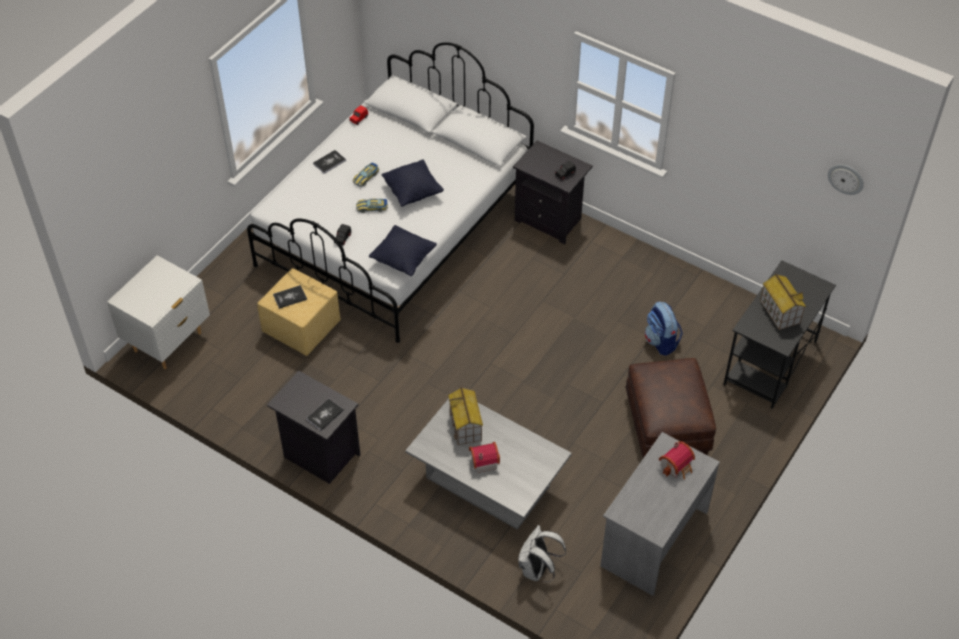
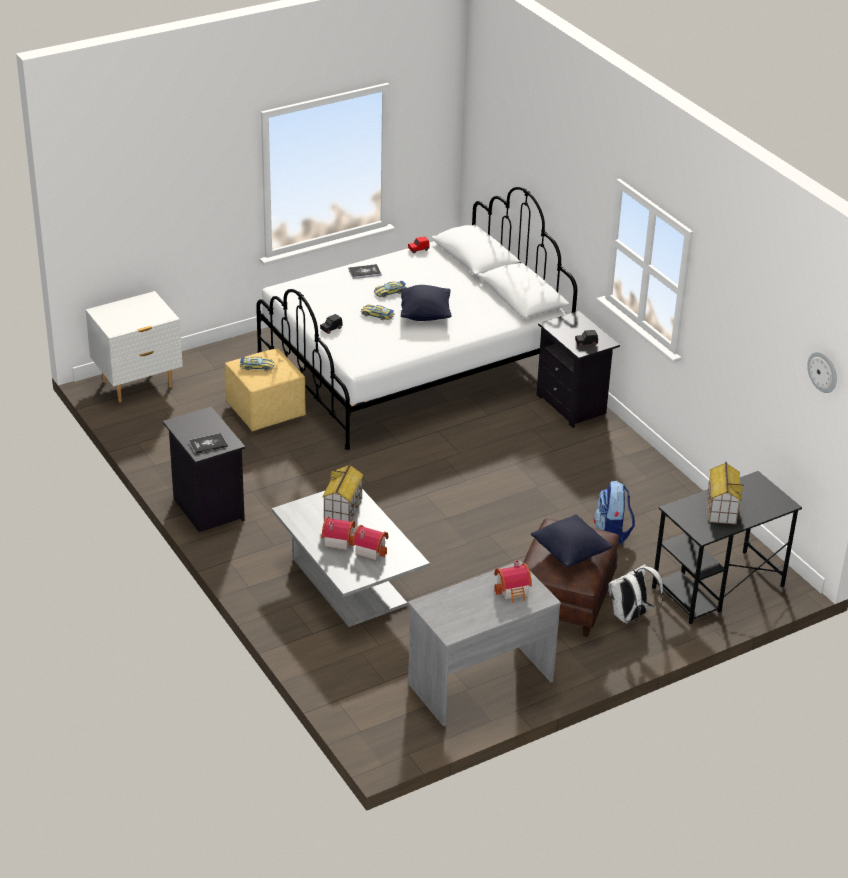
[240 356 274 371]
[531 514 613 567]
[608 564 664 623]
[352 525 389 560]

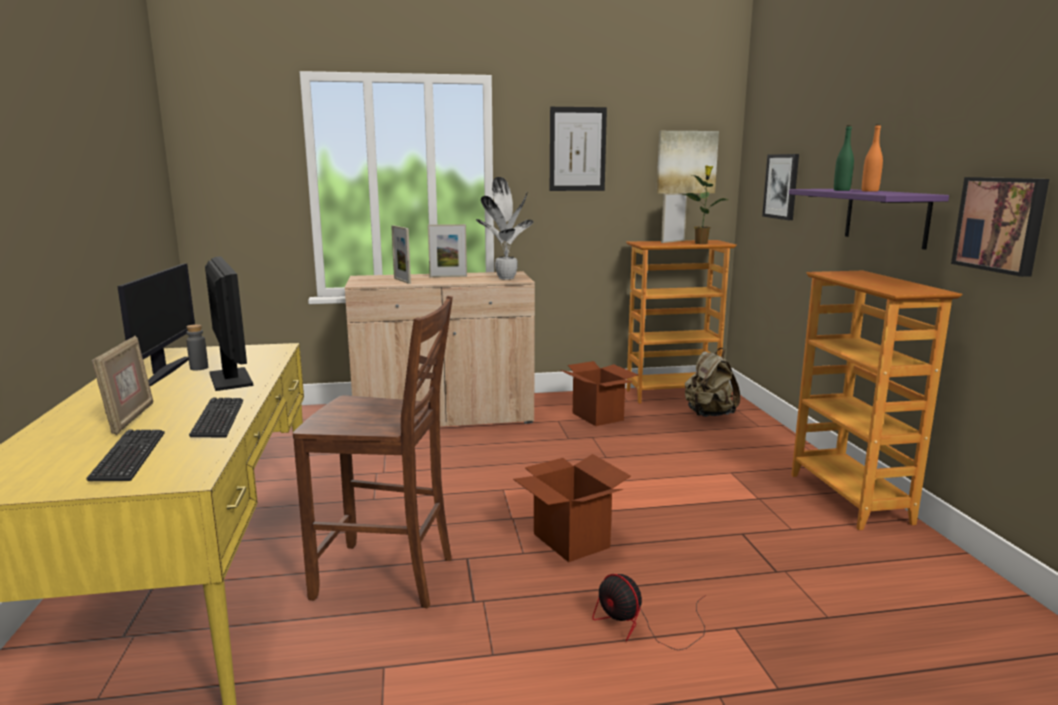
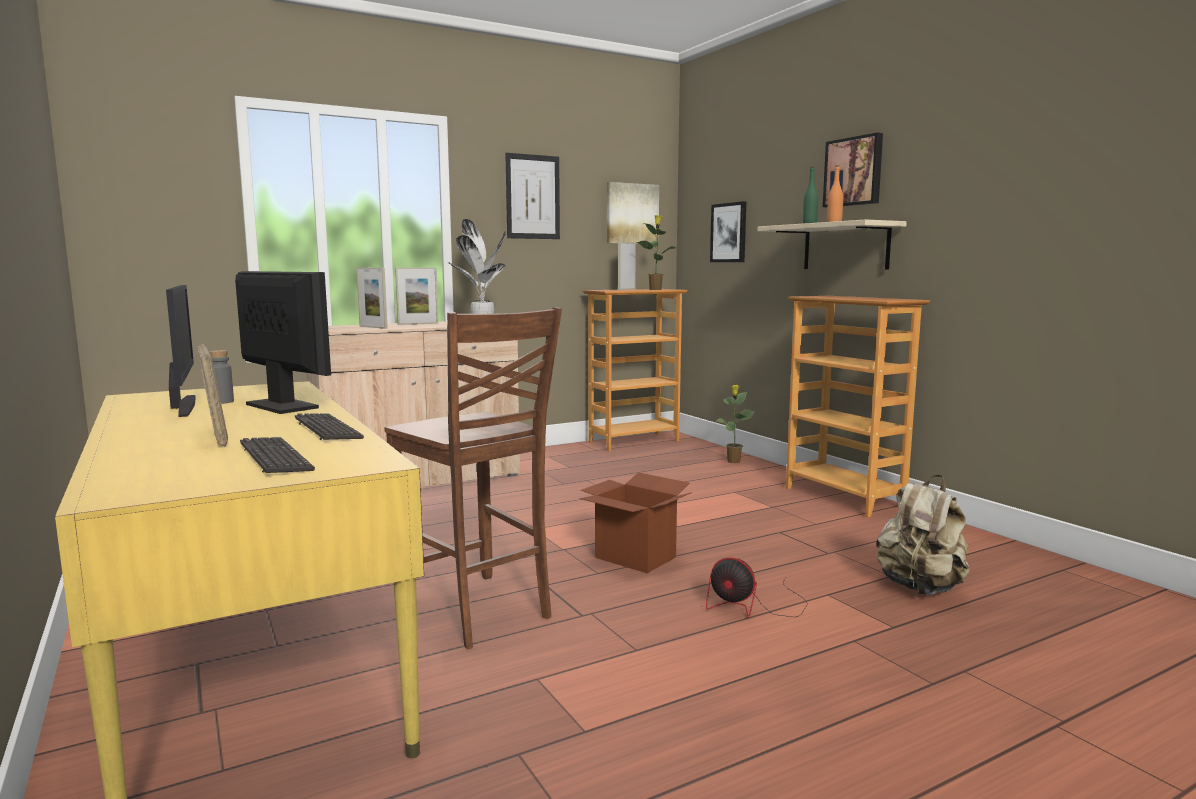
[384 307 562 649]
[561 361 638 426] (first image)
[876 475 970 595]
[757 219 907 270]
[823 133 883 208]
[715 385 754 463]

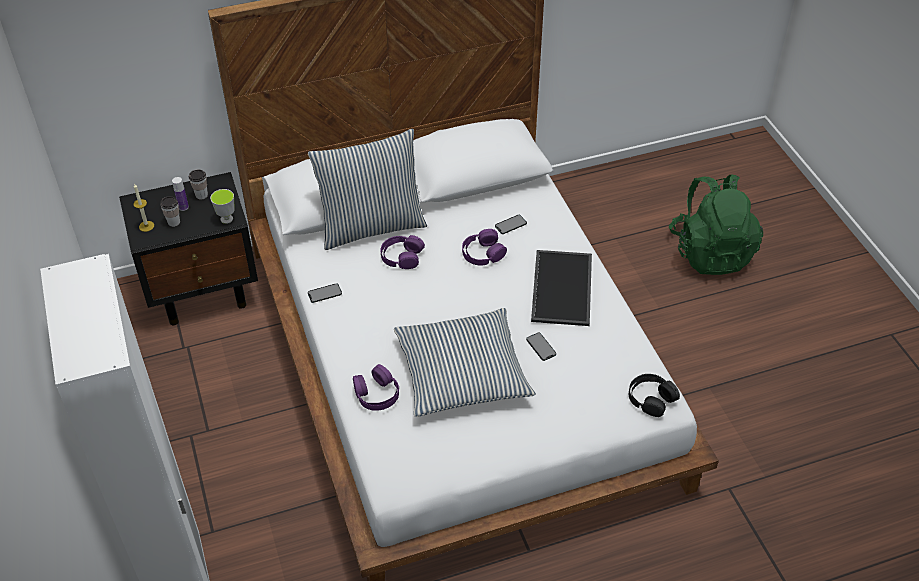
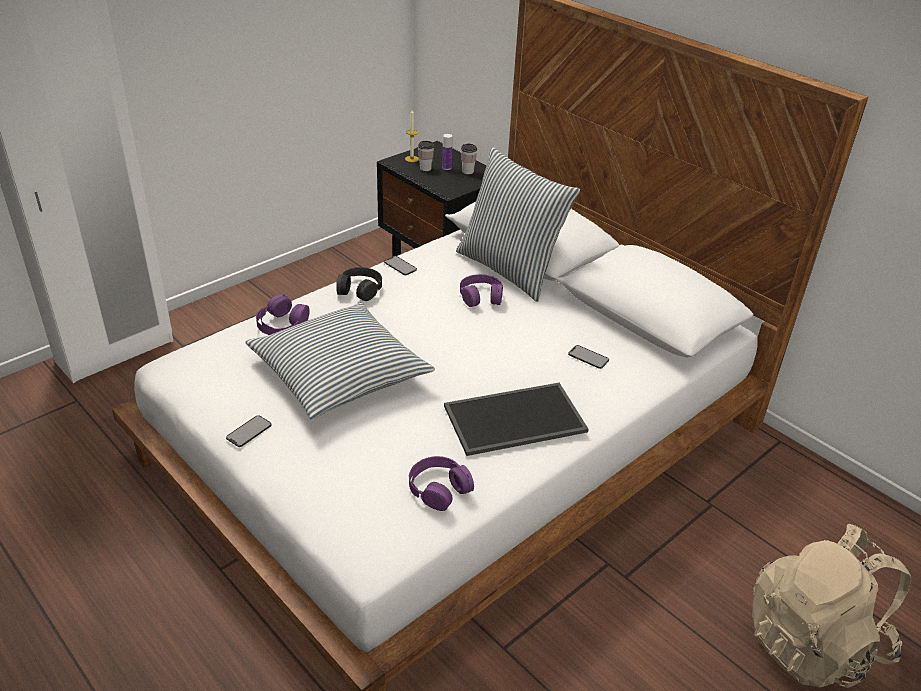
[210 189 235 224] (first image)
[409 456 474 511]
[226 415 272 447]
[336 267 382 301]
[752 524 912 688]

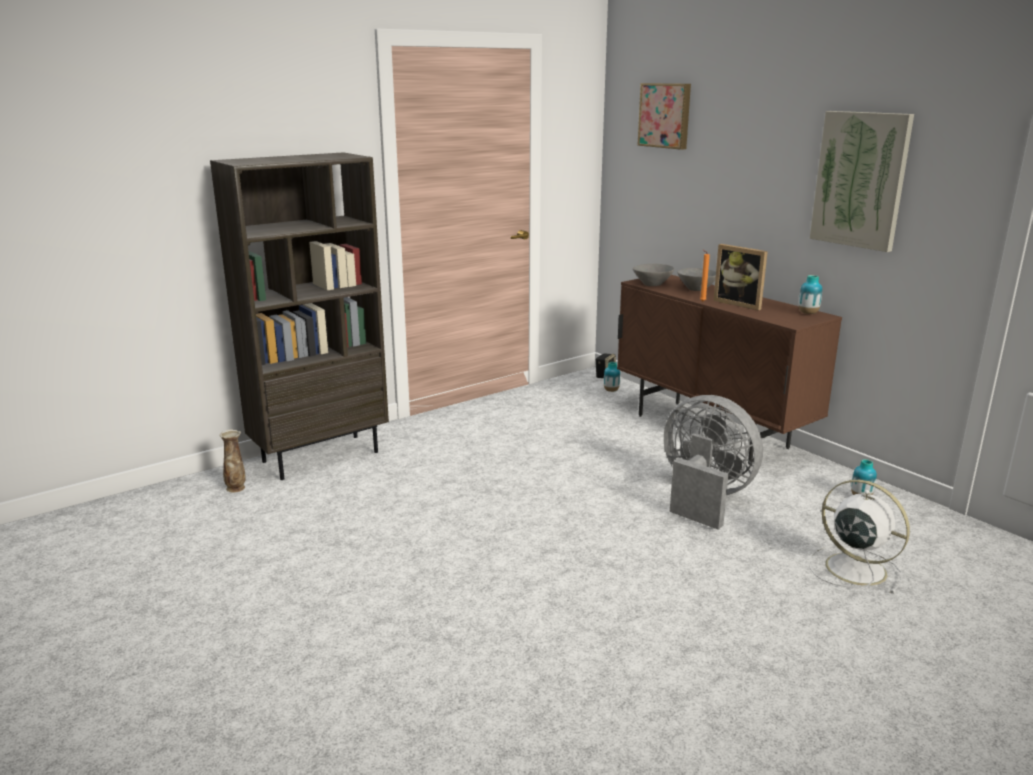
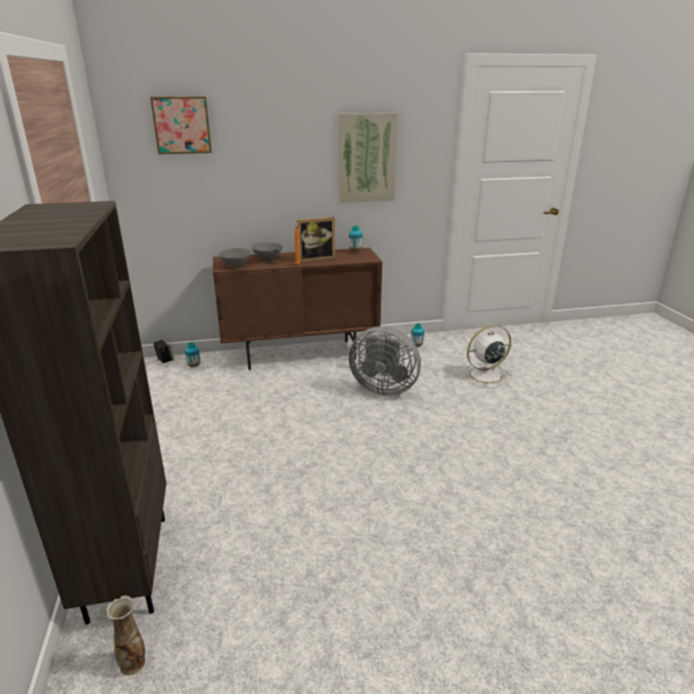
[349 326 421 396]

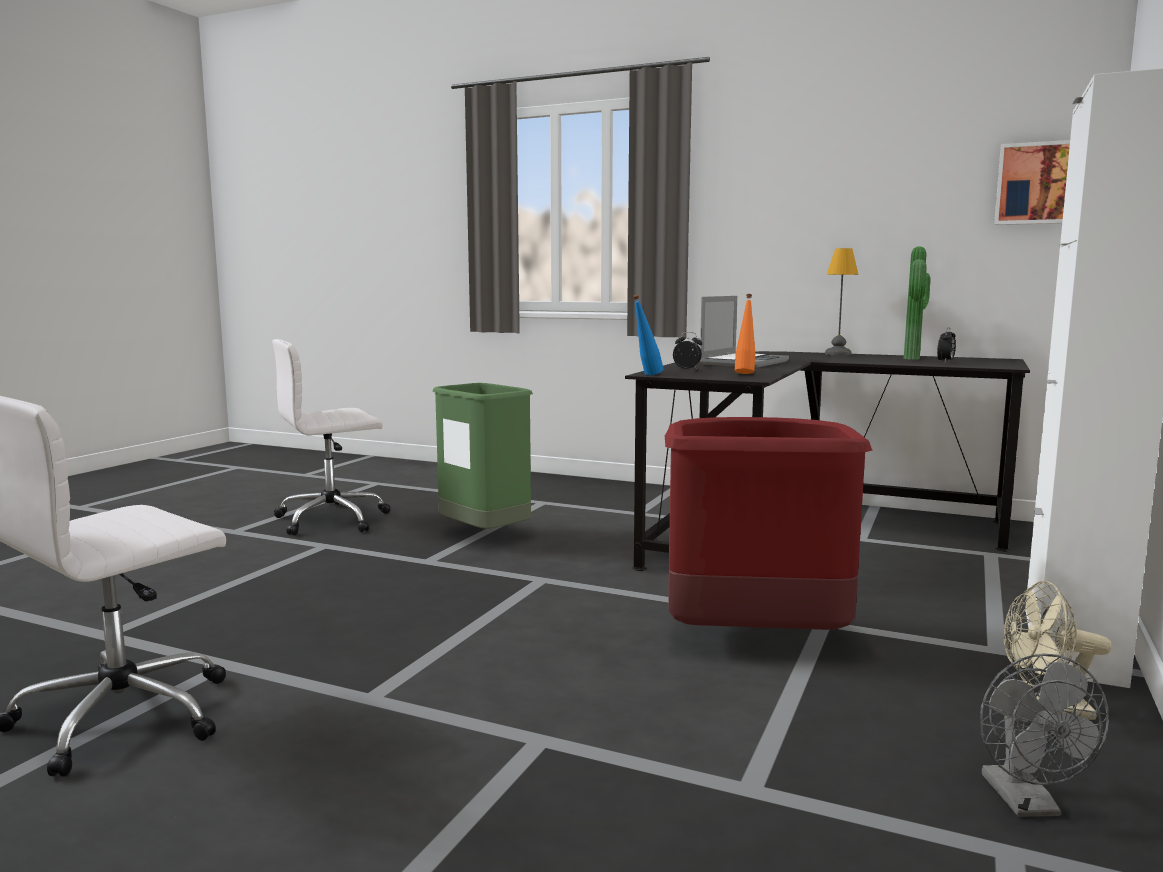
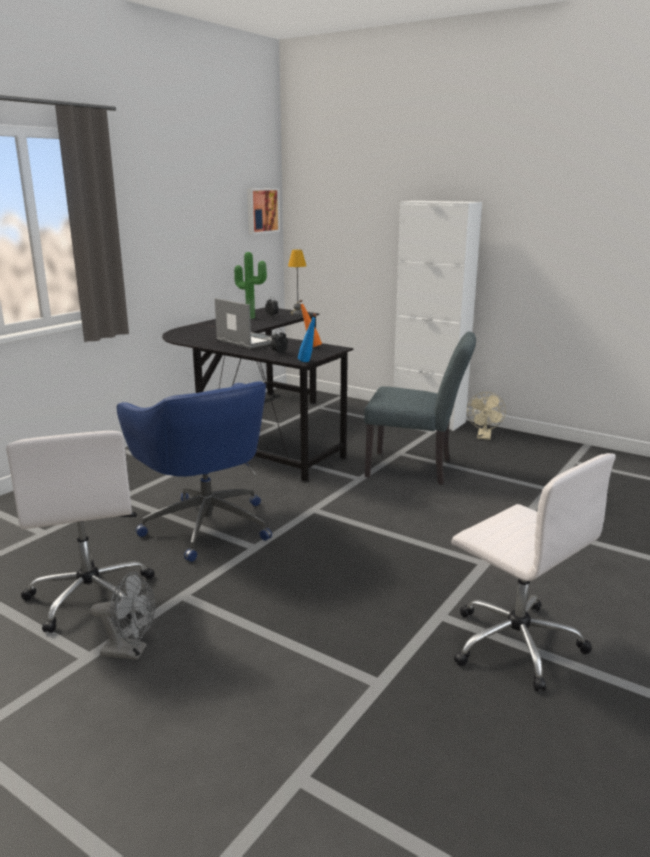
[117 381 272 562]
[364 332 476 485]
[288 249 306 316]
[90 572 155 660]

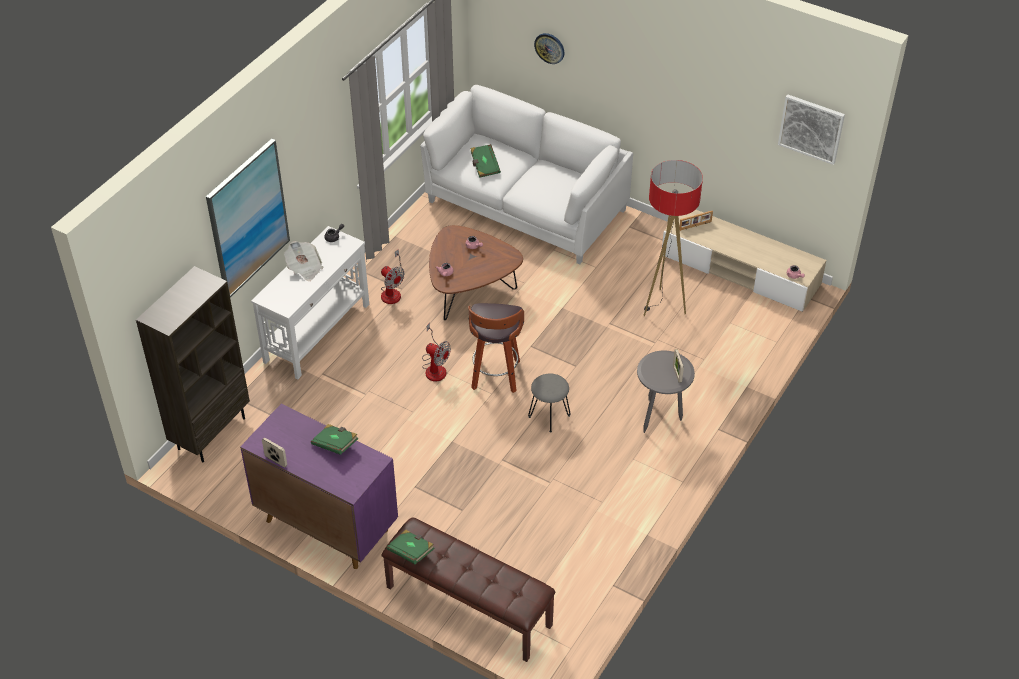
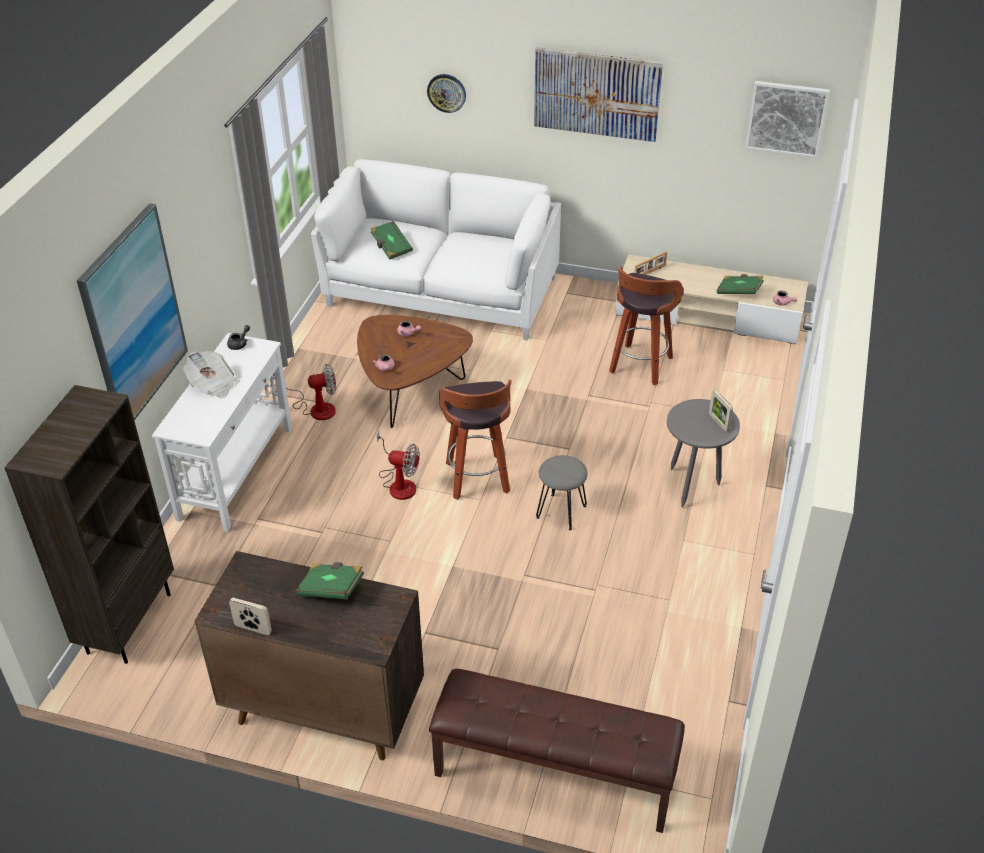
[195 551 424 760]
[286 364 336 420]
[717 274 764 294]
[609 266 684 385]
[534 47 663 142]

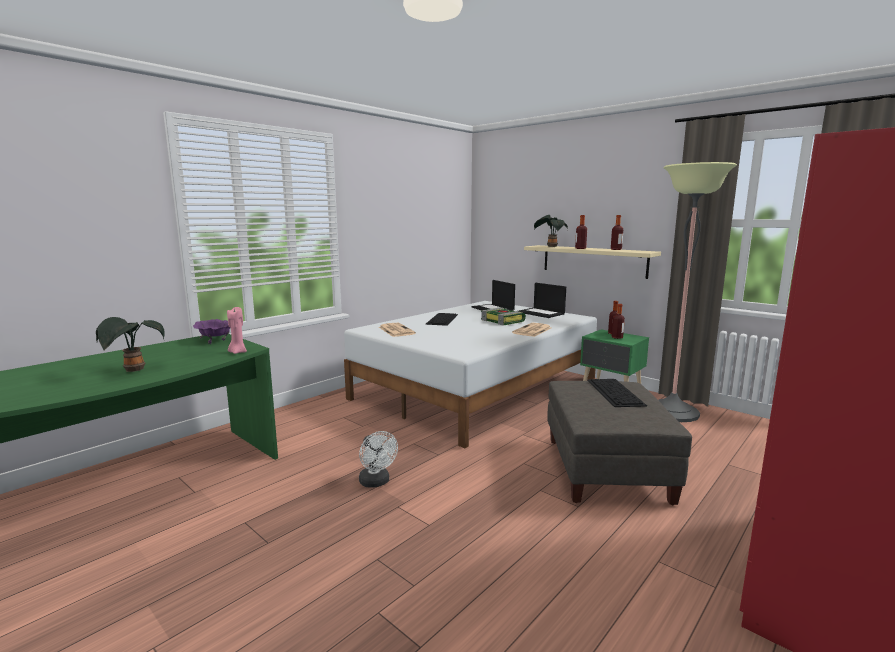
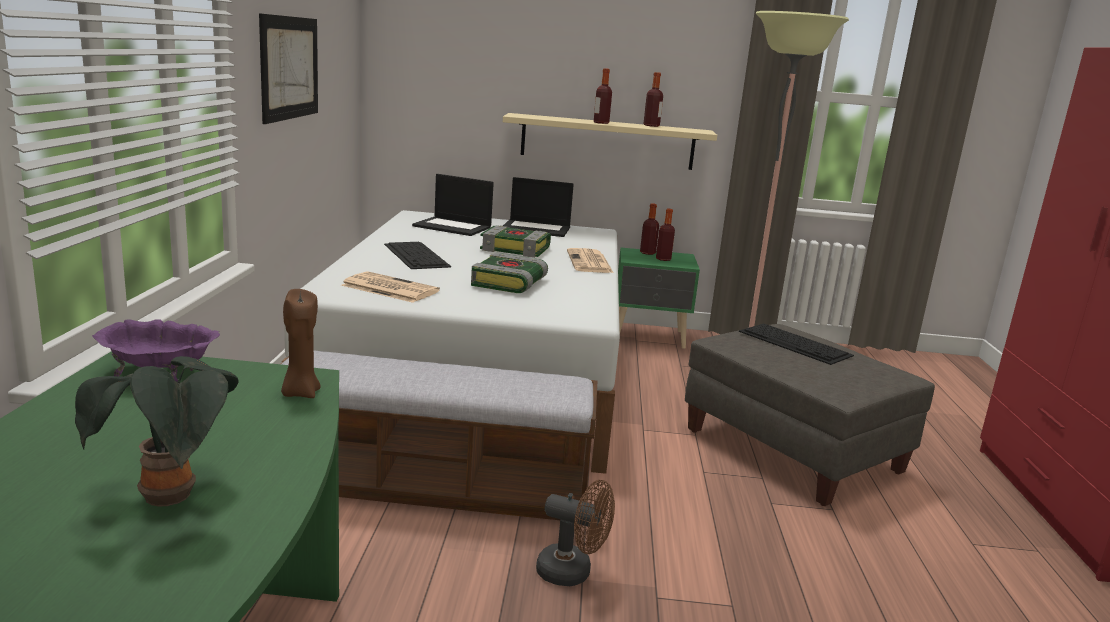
[281 289 321 398]
[536 480 615 586]
[534 215 568 247] (first image)
[259 13 318 124]
[281 351 597 520]
[471 252 548 293]

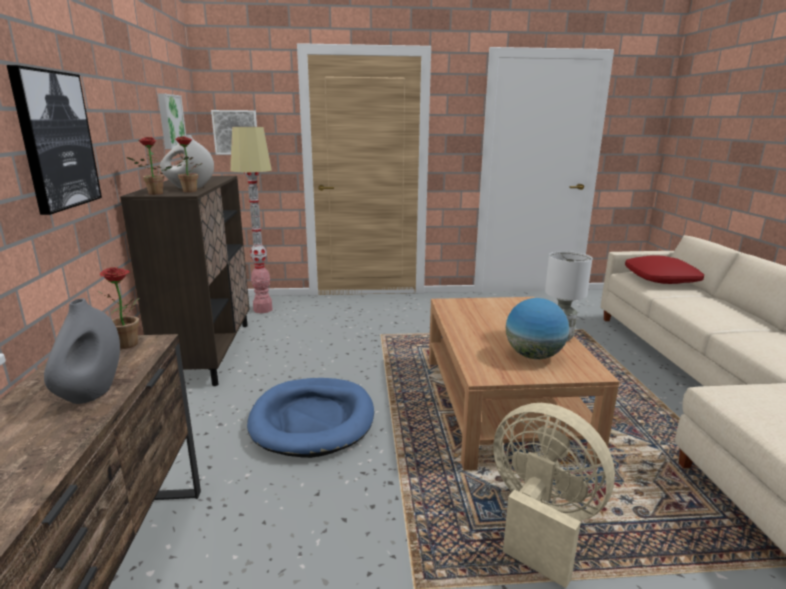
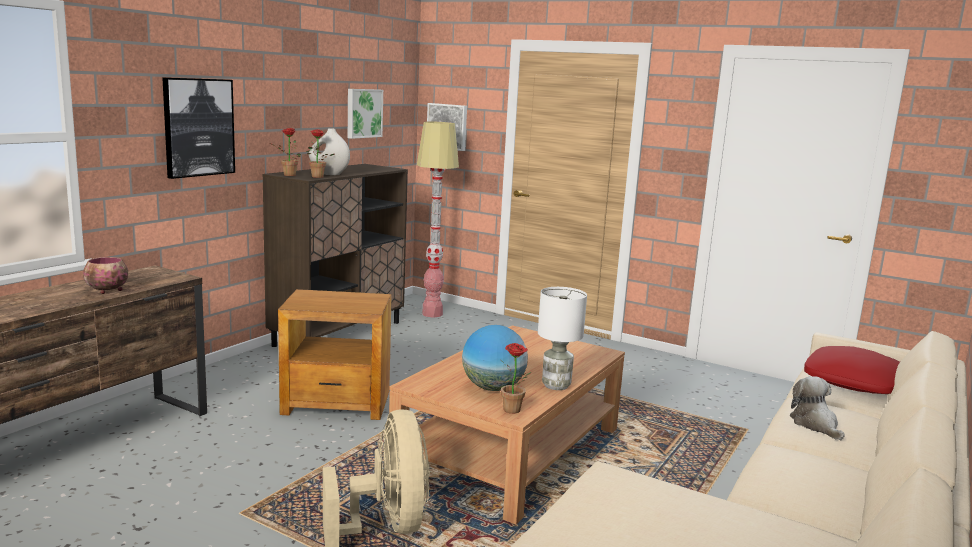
[83 257 128 294]
[501 343 531 414]
[278 289 392 420]
[790 376 845 440]

